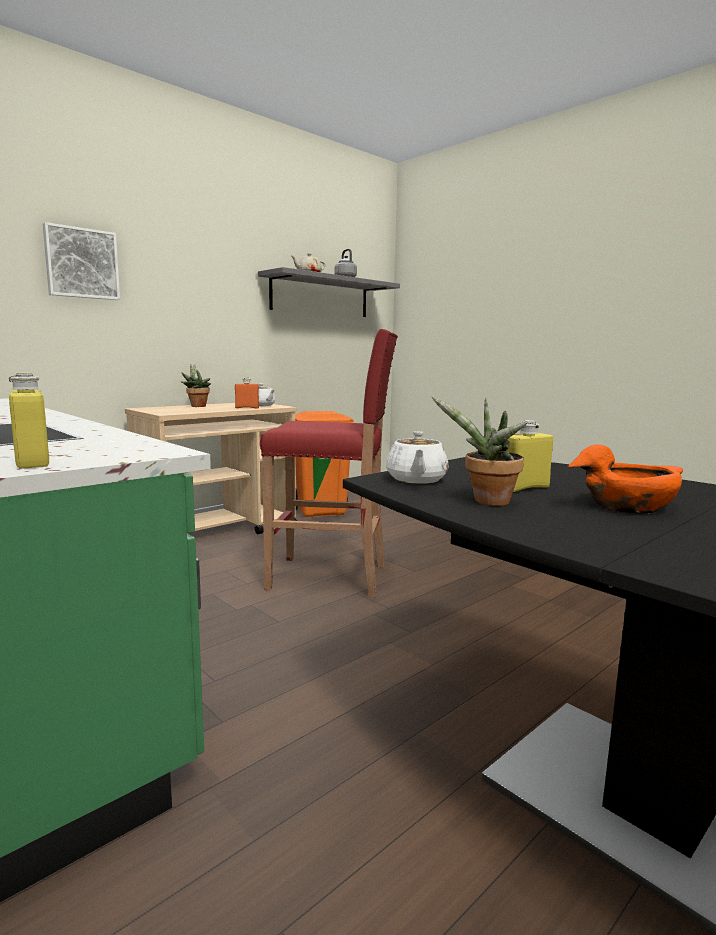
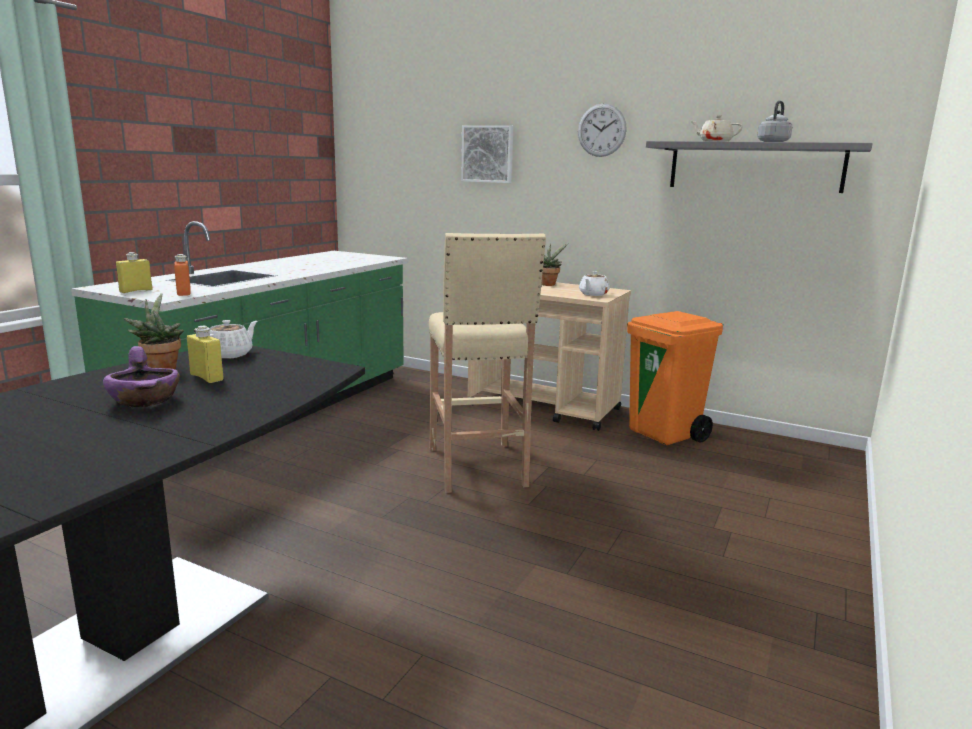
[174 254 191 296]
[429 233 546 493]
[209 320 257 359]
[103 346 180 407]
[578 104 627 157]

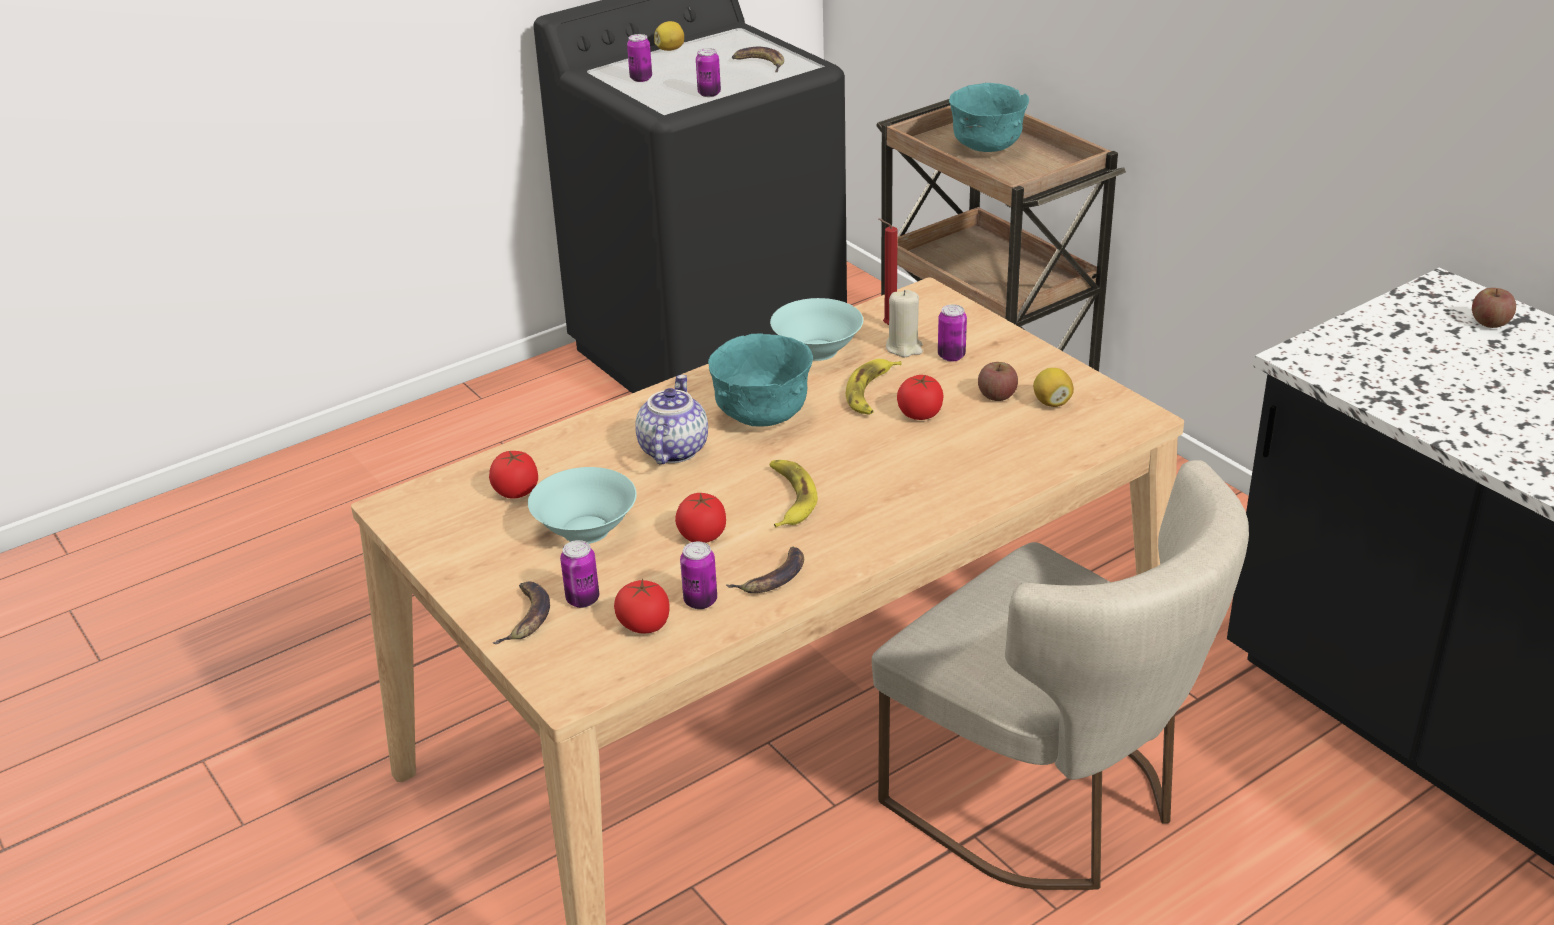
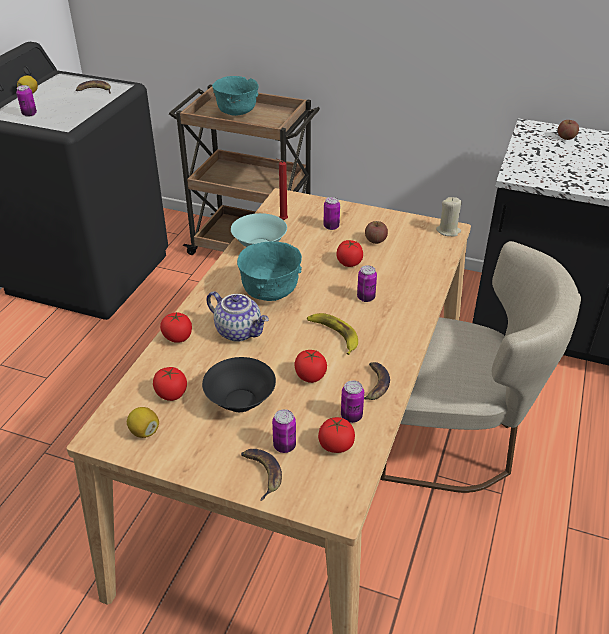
[202 357 276 412]
[206 291 269 342]
[357 265 377 302]
[846 359 902 414] (first image)
[436 197 462 237]
[127 407 159 438]
[160 312 192 343]

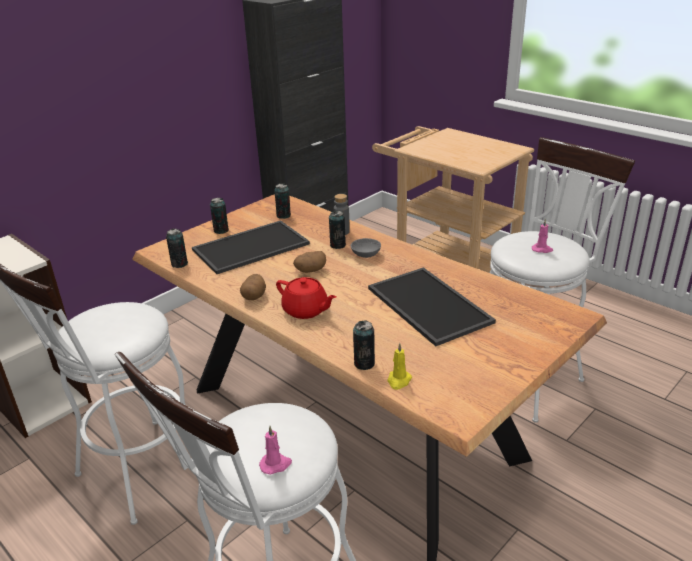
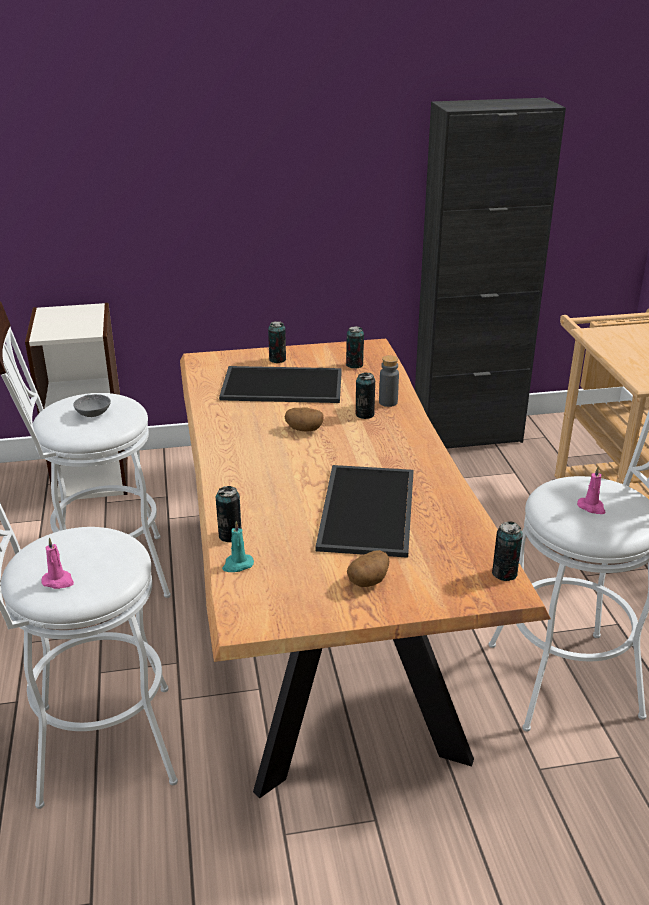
[492 521 523 581]
[347 550 389 587]
[276 277 336 319] (first image)
[73 394 111 417]
[222 521 254 572]

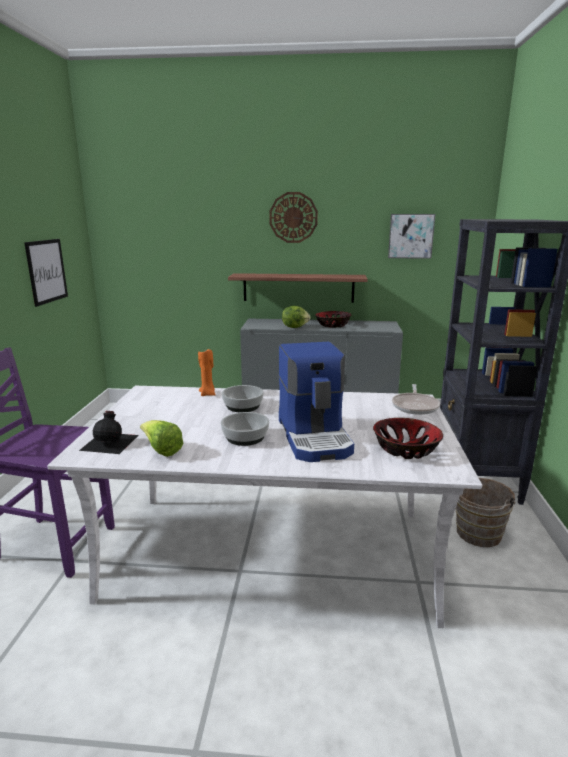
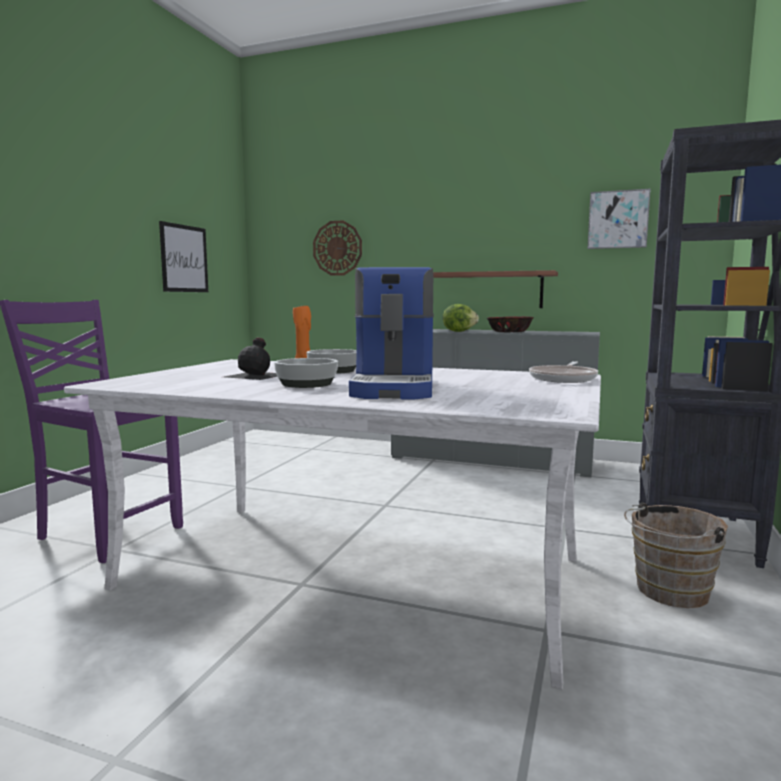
[224 337 278 380]
[140 420 183 457] (first image)
[313 220 362 276]
[373 418 443 459] (first image)

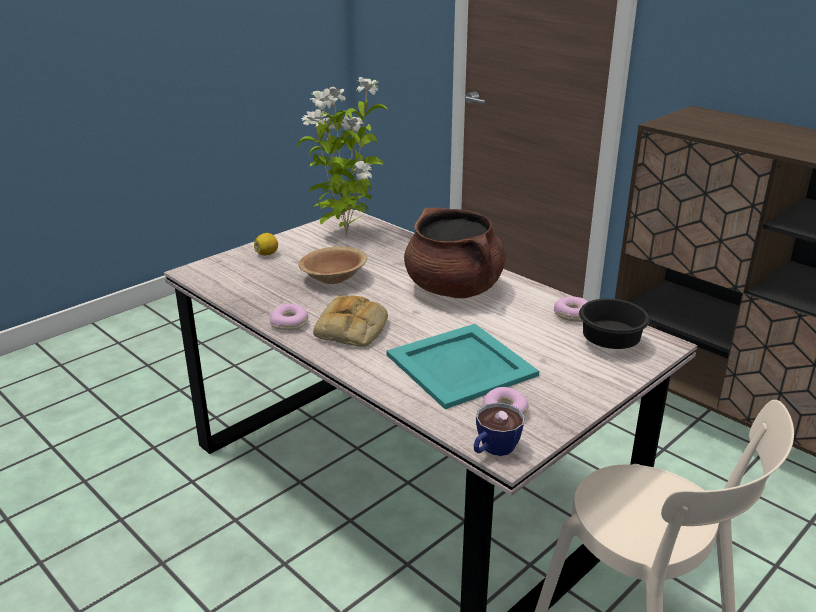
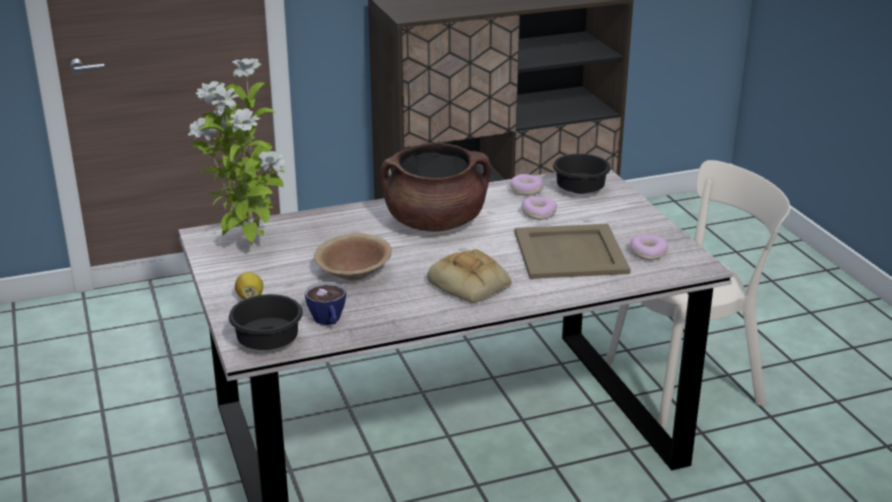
[522 197 557 220]
[515 224 631 279]
[305 282 346 325]
[229 294 303 350]

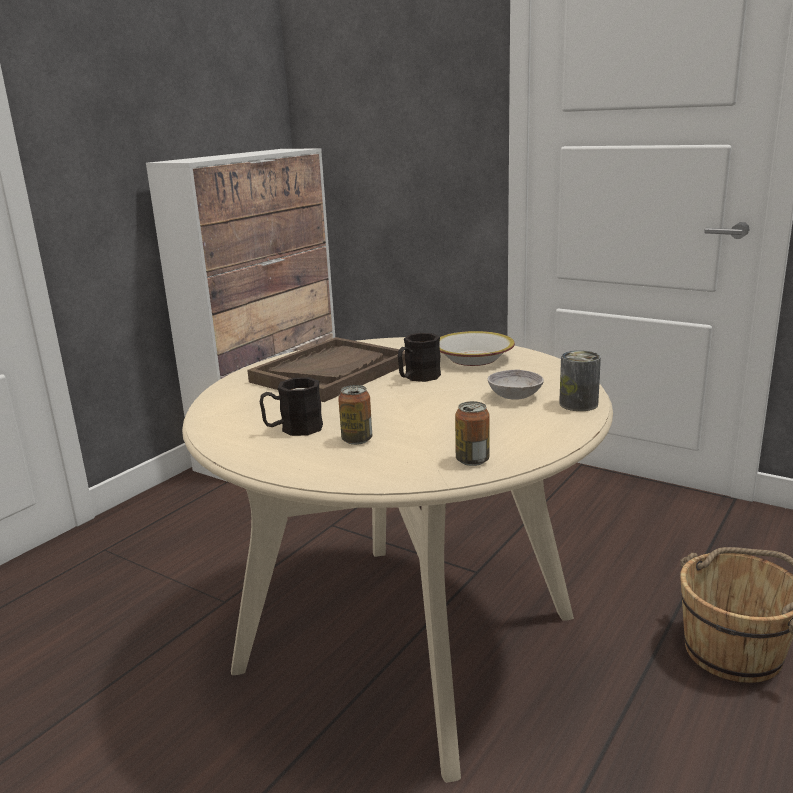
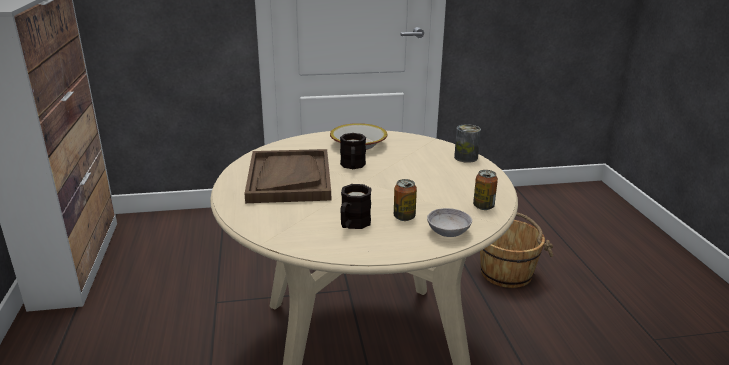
[427 208 472 237]

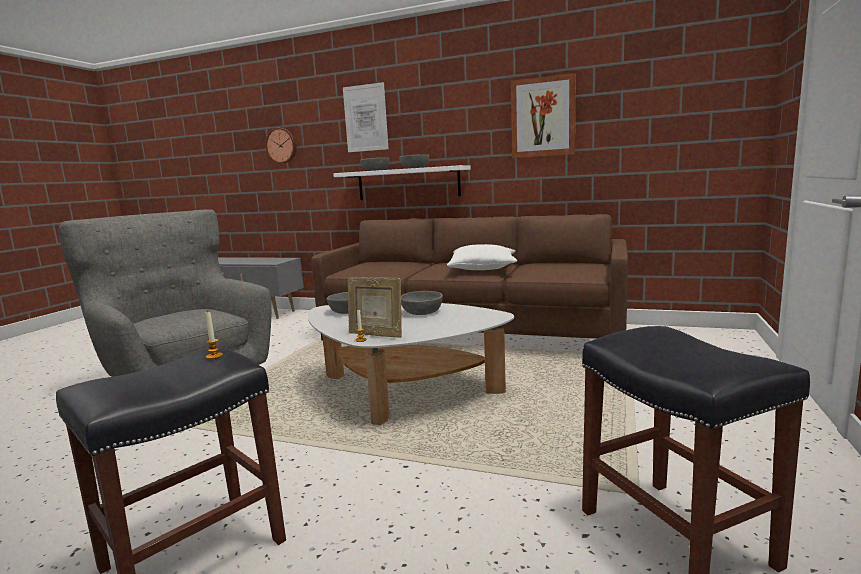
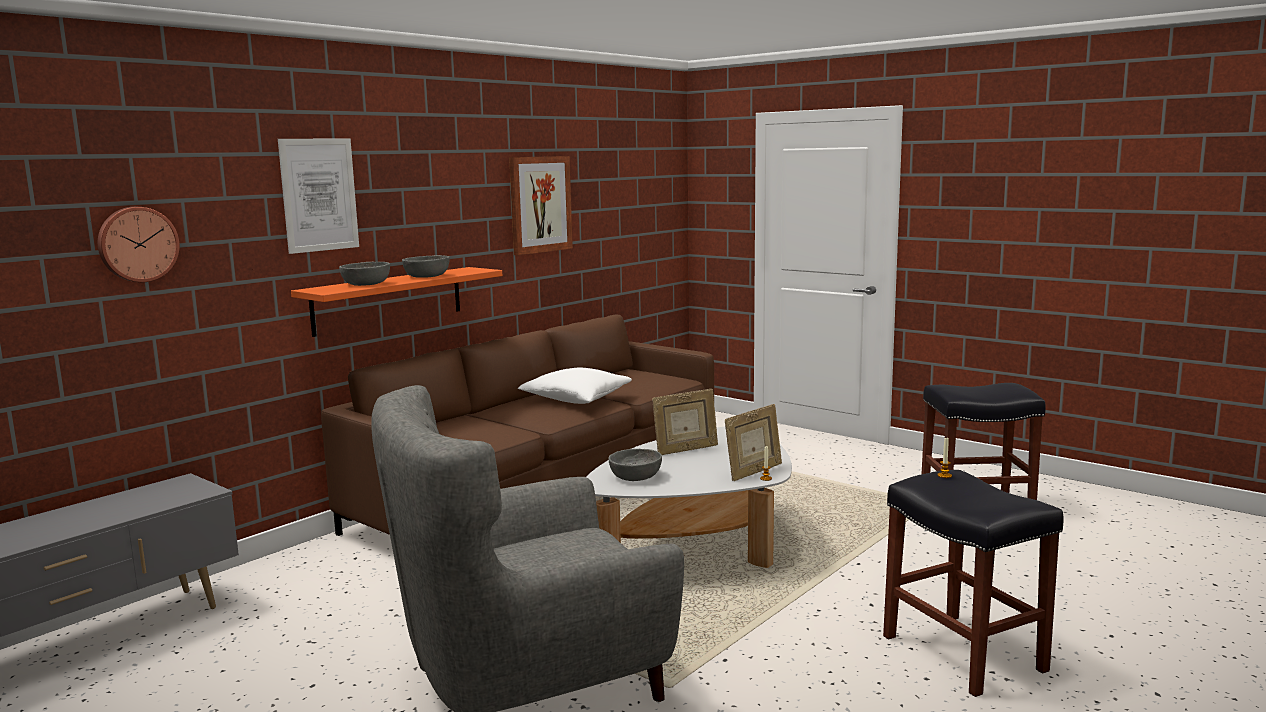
[291 267 502 337]
[652 389 718 455]

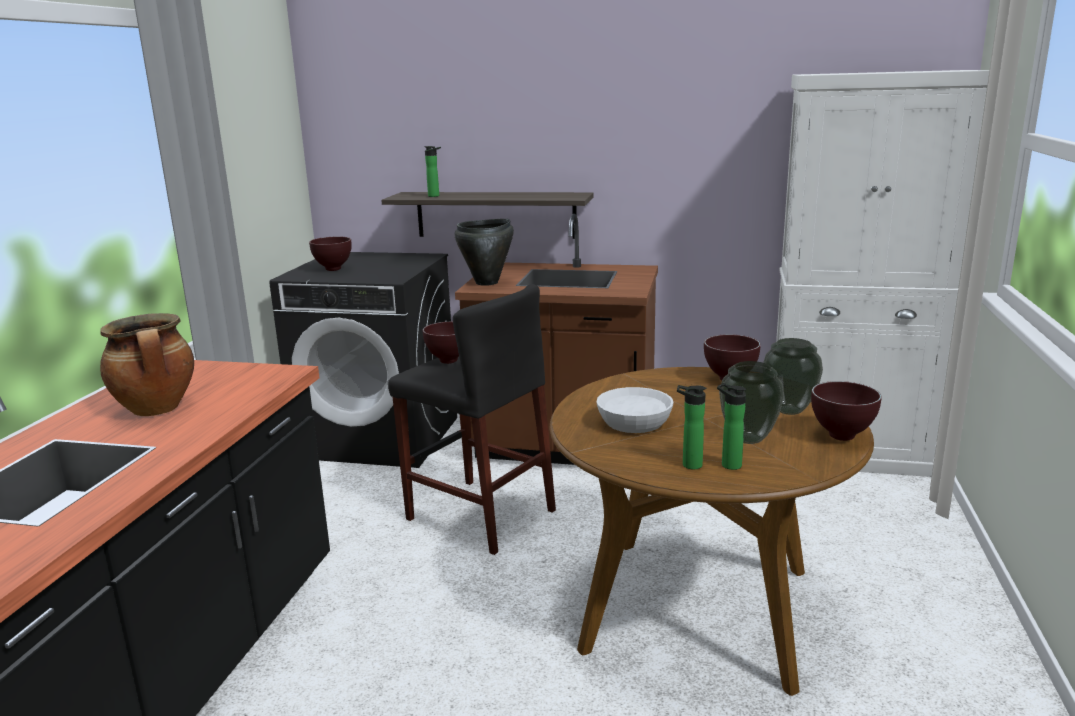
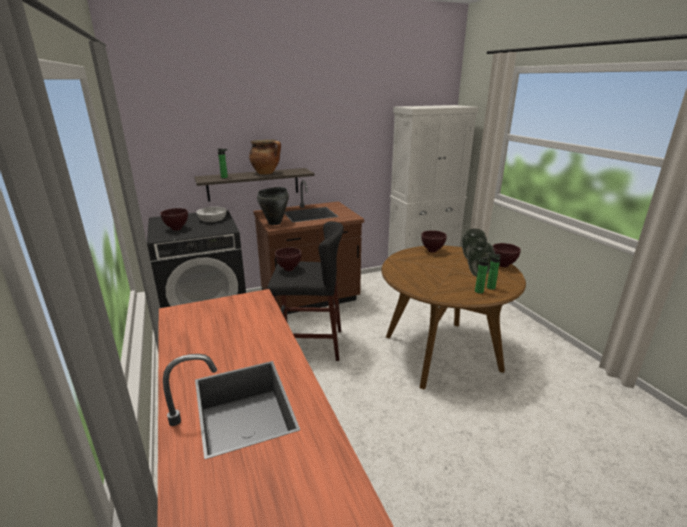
[249 139 281 175]
[196 207 227 222]

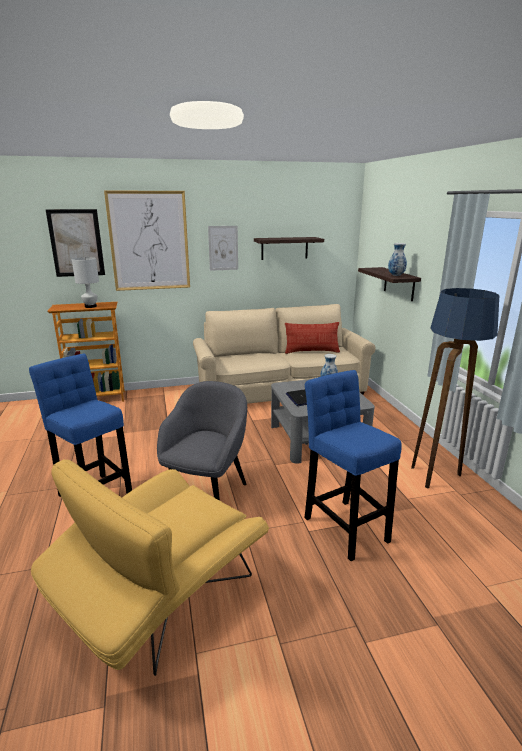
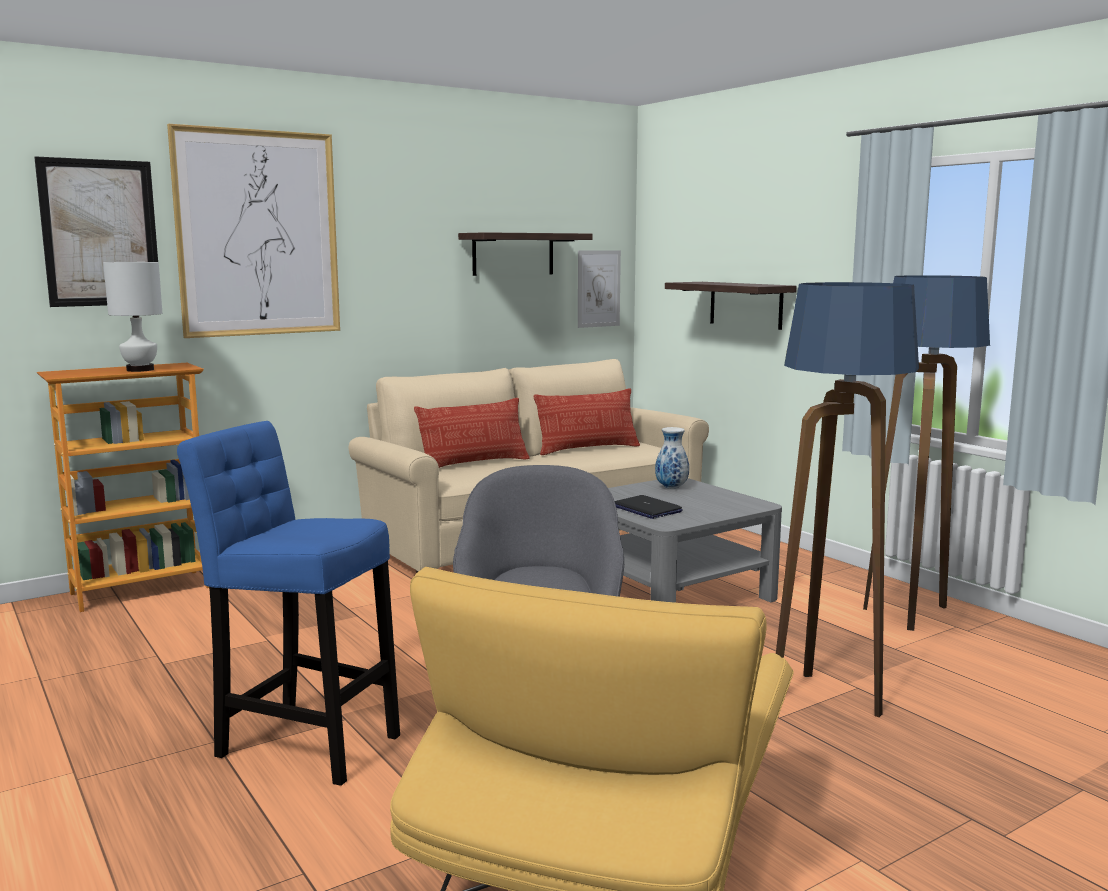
[578 250 621 328]
[776 282 919 717]
[388 243 407 276] (first image)
[414 398 530 468]

